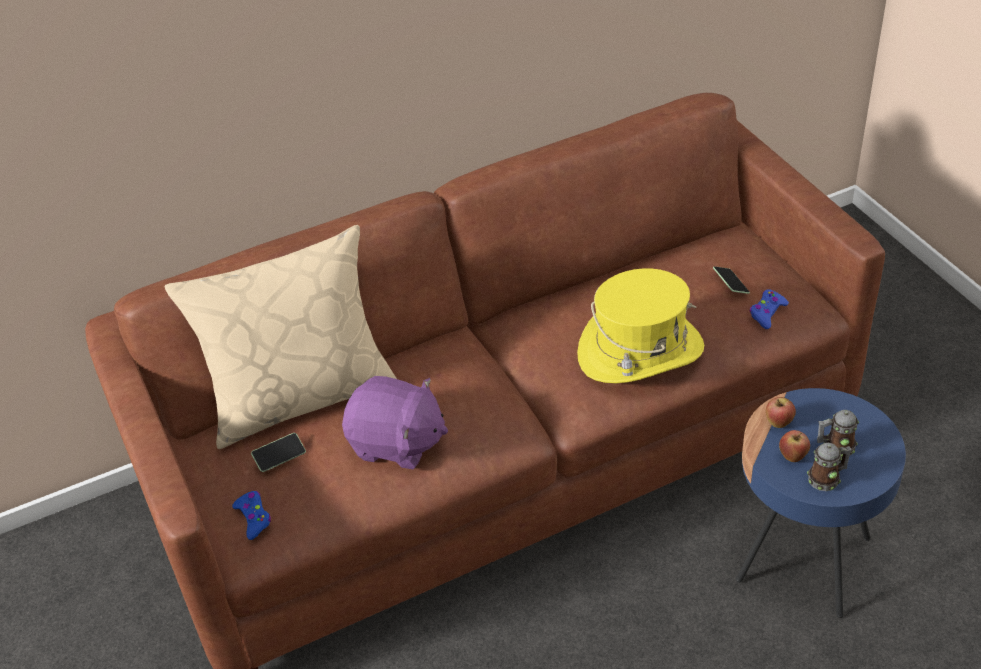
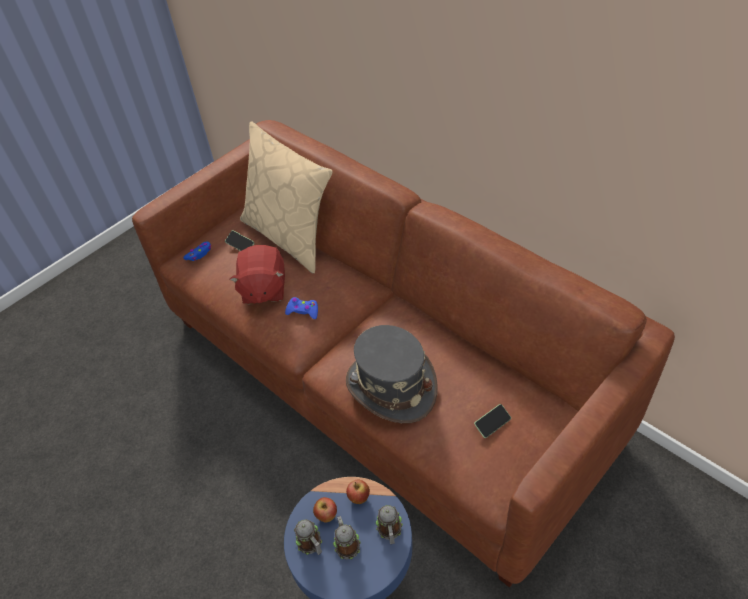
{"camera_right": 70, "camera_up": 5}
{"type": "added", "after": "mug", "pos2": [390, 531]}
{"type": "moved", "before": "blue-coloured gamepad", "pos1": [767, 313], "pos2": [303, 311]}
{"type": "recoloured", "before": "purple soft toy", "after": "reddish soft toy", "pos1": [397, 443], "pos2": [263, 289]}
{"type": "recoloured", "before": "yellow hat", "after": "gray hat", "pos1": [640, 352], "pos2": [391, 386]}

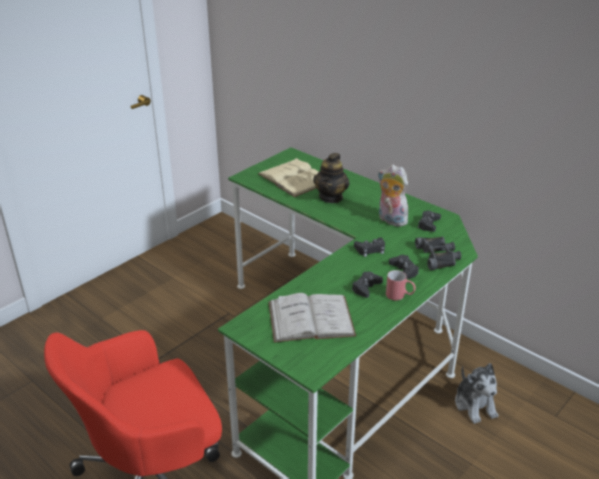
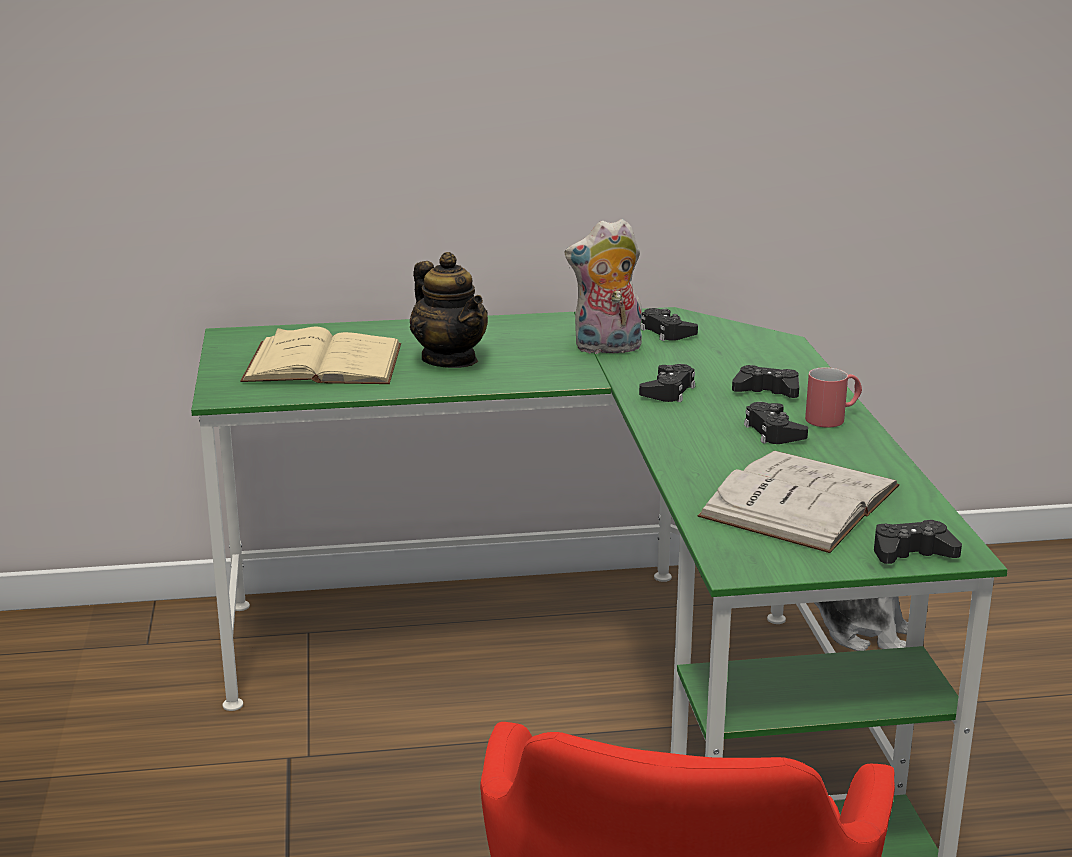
{"camera_right": -50, "camera_up": -10}
{"type": "removed", "before": "blackish binoculars", "pos1": [438, 256]}
{"type": "added", "after": "blackish gamepad", "pos2": [912, 553]}

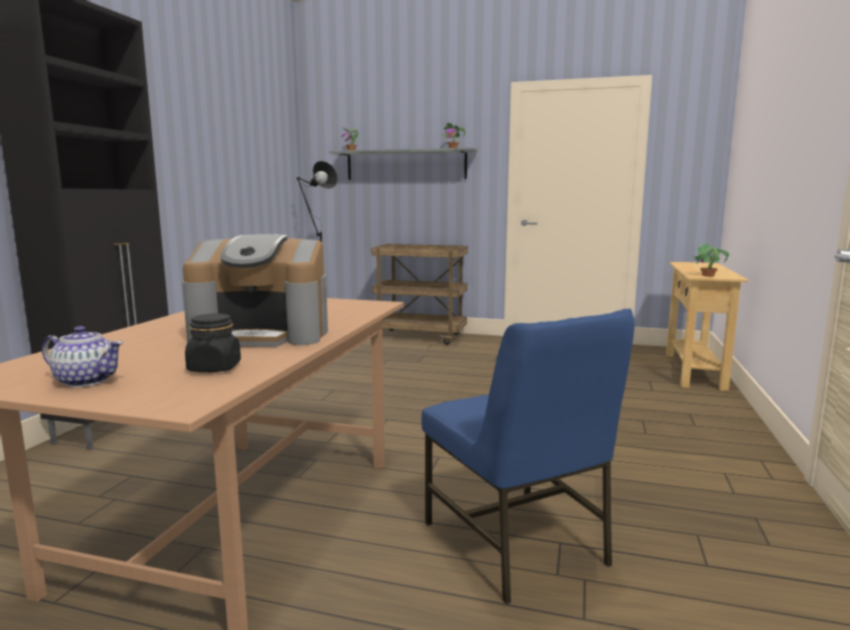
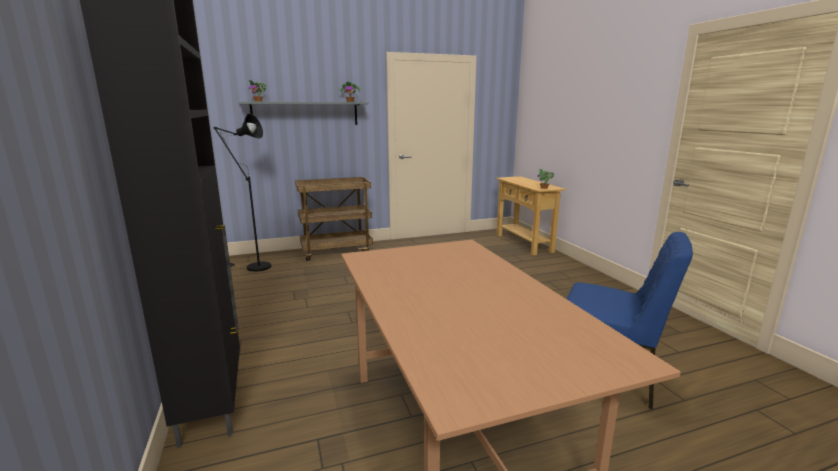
{"camera_right": -35, "camera_up": 5}
{"type": "removed", "before": "pot for tea", "pos1": [86, 380]}
{"type": "removed", "before": "coffee maker", "pos1": [263, 334]}
{"type": "removed", "before": "blackish preserve jar", "pos1": [214, 368]}

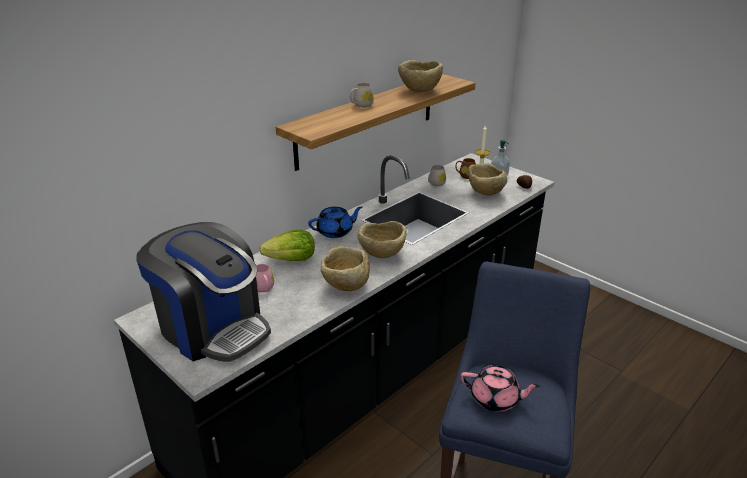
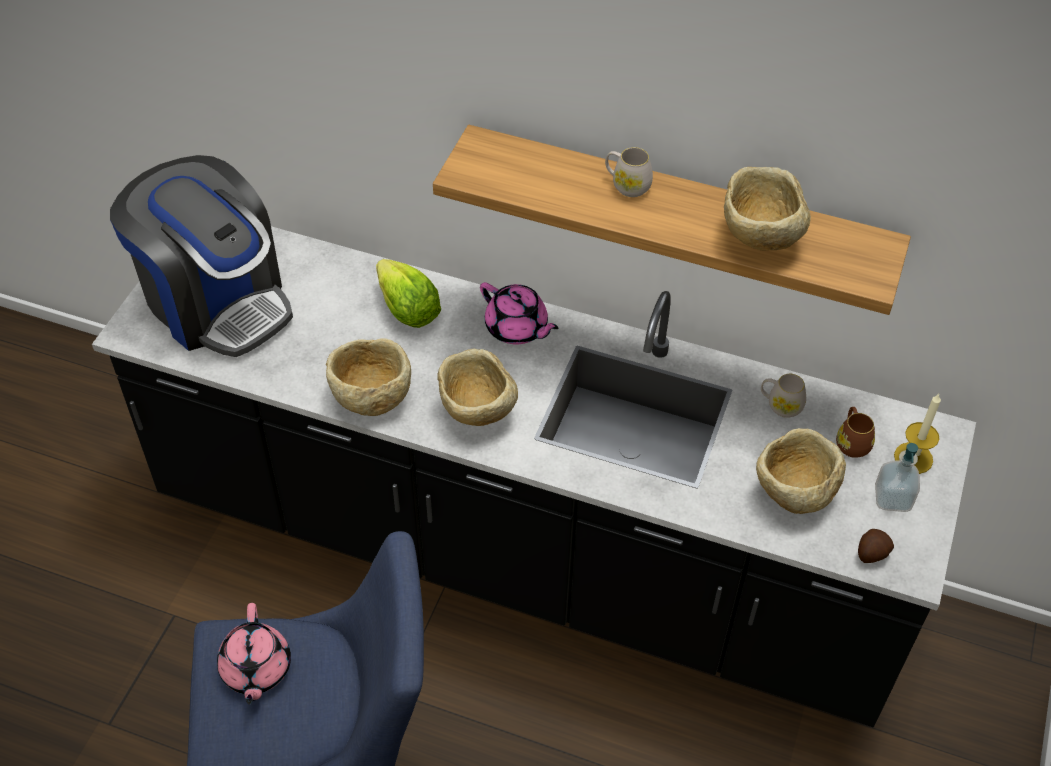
{"camera_right": 65, "camera_up": 20}
{"type": "removed", "before": "pink-coloured mug", "pos1": [264, 289]}
{"type": "recoloured", "before": "blue-coloured pot for tea", "after": "pink-coloured pot for tea", "pos1": [335, 232], "pos2": [517, 328]}
{"type": "turned", "before": "coffee maker", "pos1": [213, 328], "pos2": [216, 301], "turn": -60}

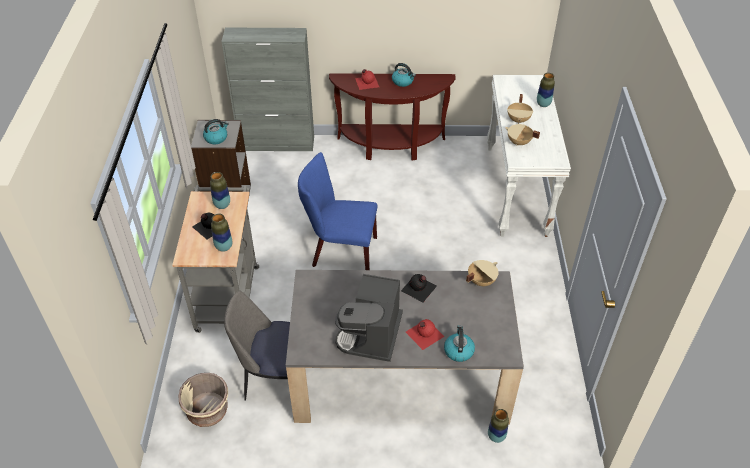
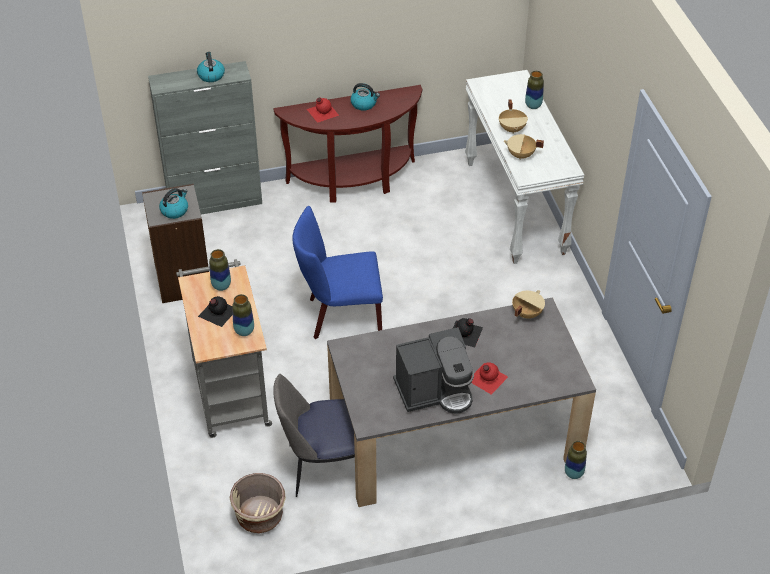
{"camera_right": -15, "camera_up": 0}
{"type": "moved", "before": "kettle", "pos1": [458, 350], "pos2": [211, 75]}
{"type": "turned", "before": "coffee maker", "pos1": [372, 336], "pos2": [435, 391], "turn": -105}

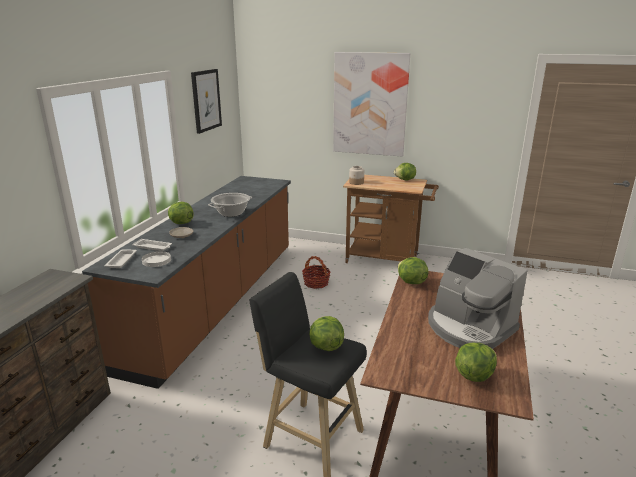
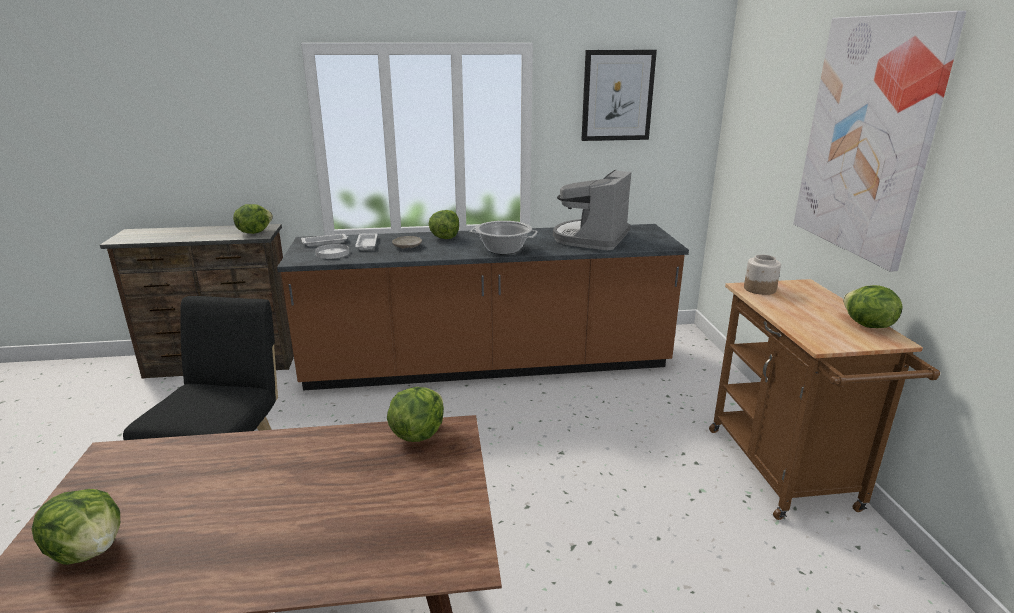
{"camera_right": 65, "camera_up": 0}
{"type": "removed", "before": "basket", "pos1": [316, 283]}
{"type": "moved", "before": "head of lettuce", "pos1": [325, 346], "pos2": [254, 232]}
{"type": "moved", "before": "coffee maker", "pos1": [469, 328], "pos2": [591, 238]}

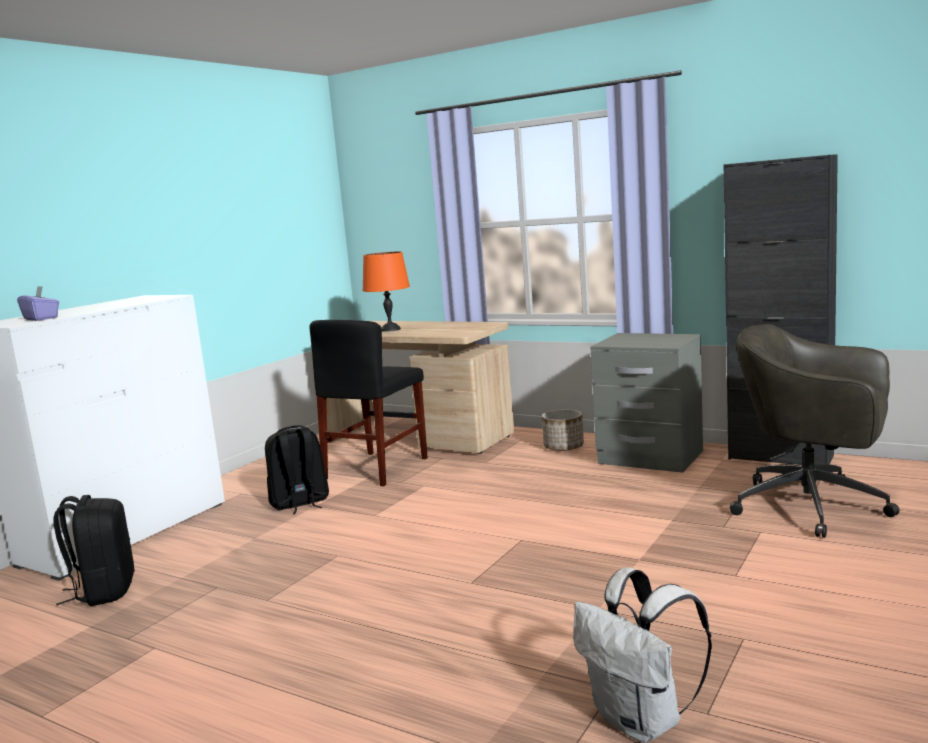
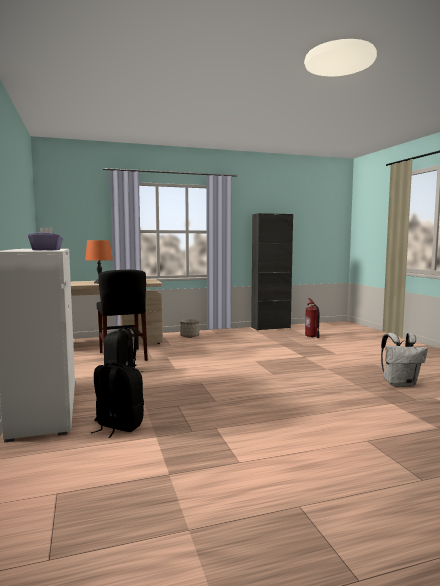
{"camera_right": -50, "camera_up": -5}
{"type": "removed", "before": "gray night table", "pos1": [650, 458]}
{"type": "replaced", "before": "gray office chair", "after": "extinguisher", "pos1": [814, 507], "pos2": [311, 336]}

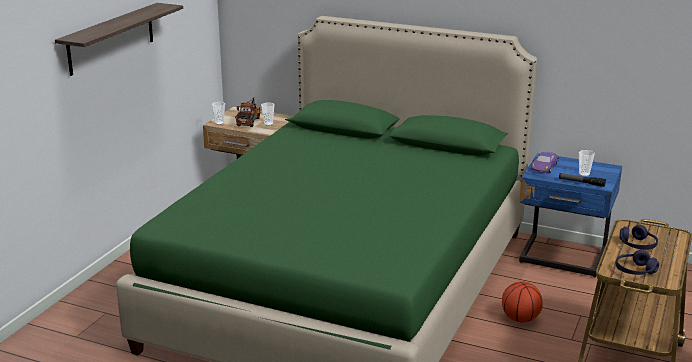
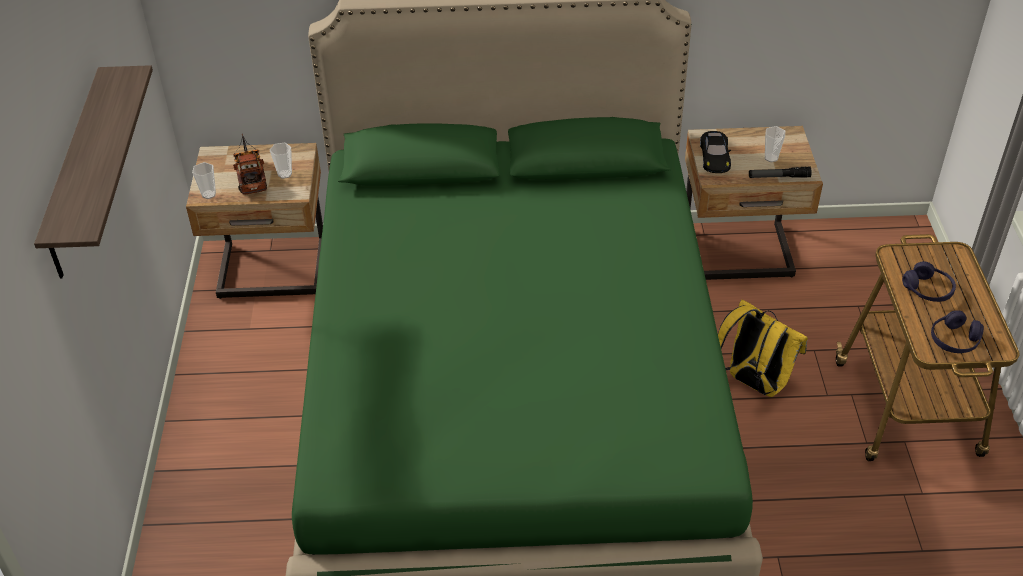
{"camera_right": -25, "camera_up": 20}
{"type": "replaced", "before": "ball for basketball", "after": "yellow backpack", "pos1": [520, 319], "pos2": [753, 382]}
{"type": "recoloured", "before": "blue-coloured night table", "after": "beige night table", "pos1": [563, 258], "pos2": [738, 255]}
{"type": "recoloured", "before": "purple toy car", "after": "blackish toy car", "pos1": [544, 166], "pos2": [714, 156]}

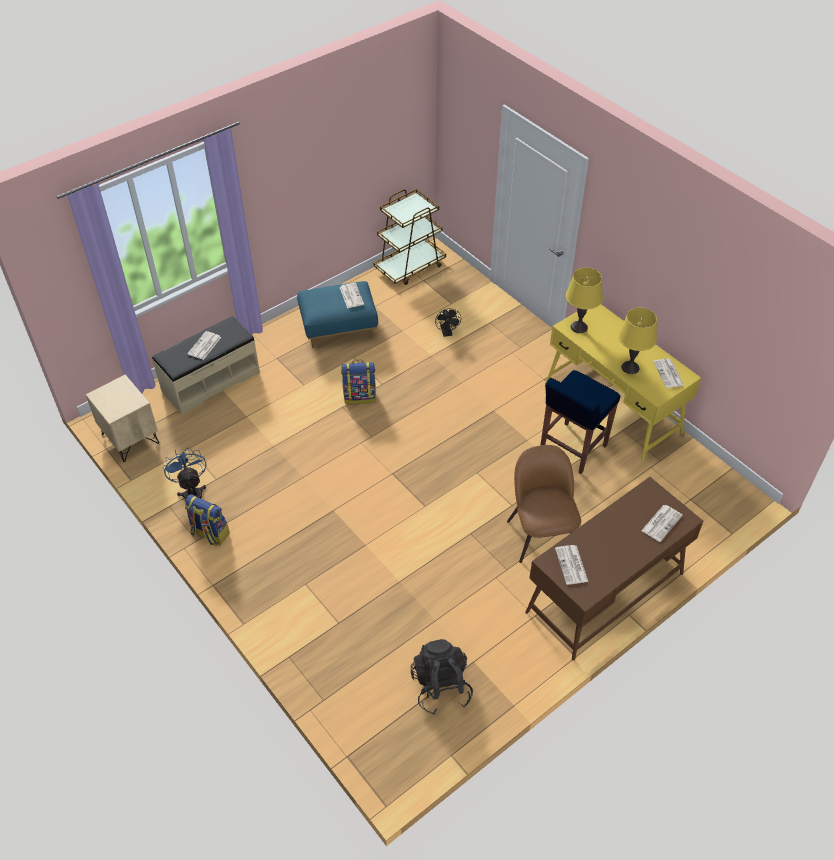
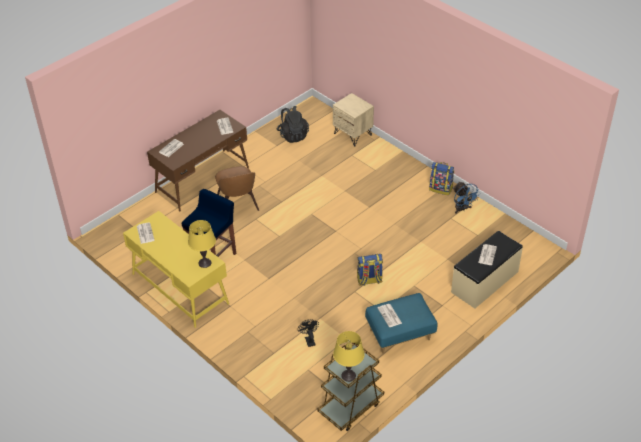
{"camera_right": 175, "camera_up": -5}
{"type": "moved", "before": "beige night table", "pos1": [130, 439], "pos2": [353, 134]}
{"type": "moved", "before": "yellow table lamp", "pos1": [630, 367], "pos2": [348, 375]}

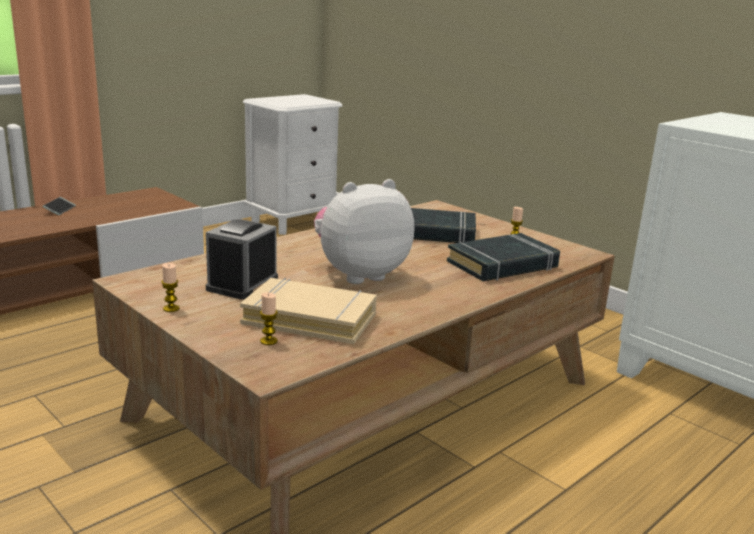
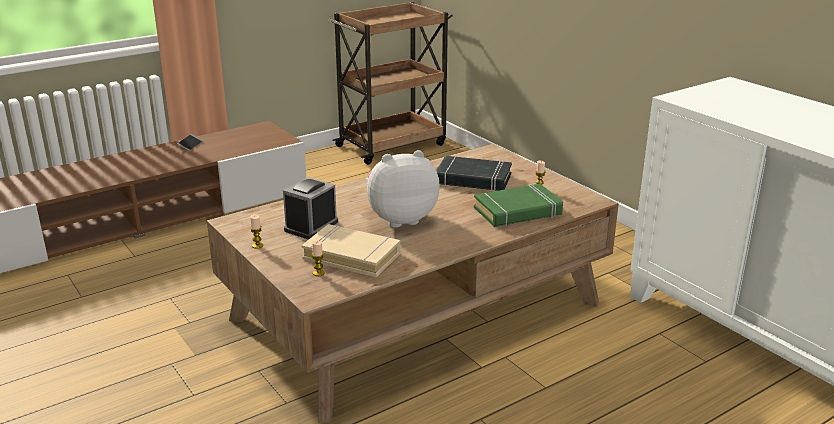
{"camera_right": 10, "camera_up": 5}
{"type": "replaced", "before": "white-coloured night table", "after": "brownish cart", "pos1": [293, 221], "pos2": [392, 145]}
{"type": "recoloured", "before": "blackish bound book", "after": "green-coloured bound book", "pos1": [503, 265], "pos2": [518, 211]}

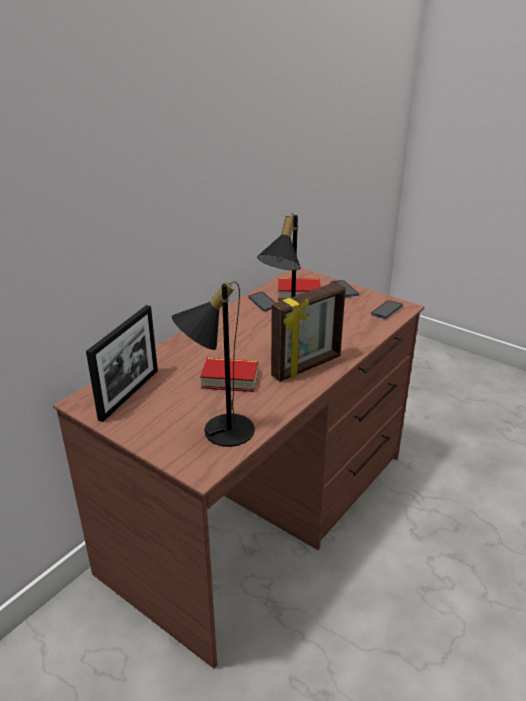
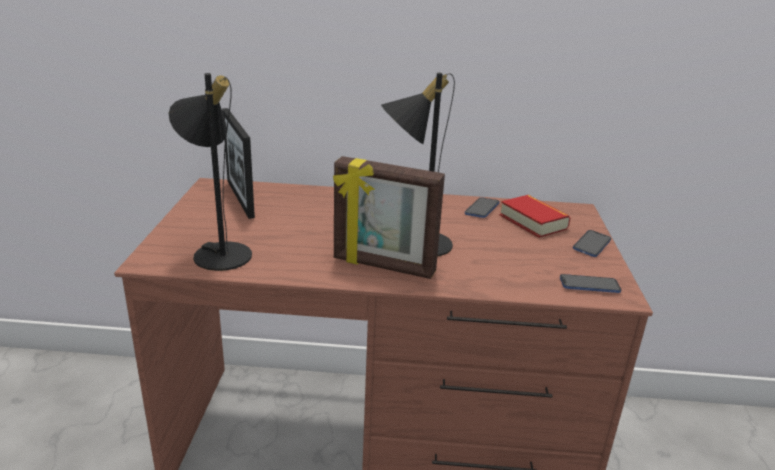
{"camera_right": 55, "camera_up": -5}
{"type": "removed", "before": "bound book", "pos1": [230, 379]}
{"type": "turned", "before": "picture frame", "pos1": [129, 394], "pos2": [240, 198], "turn": 75}

